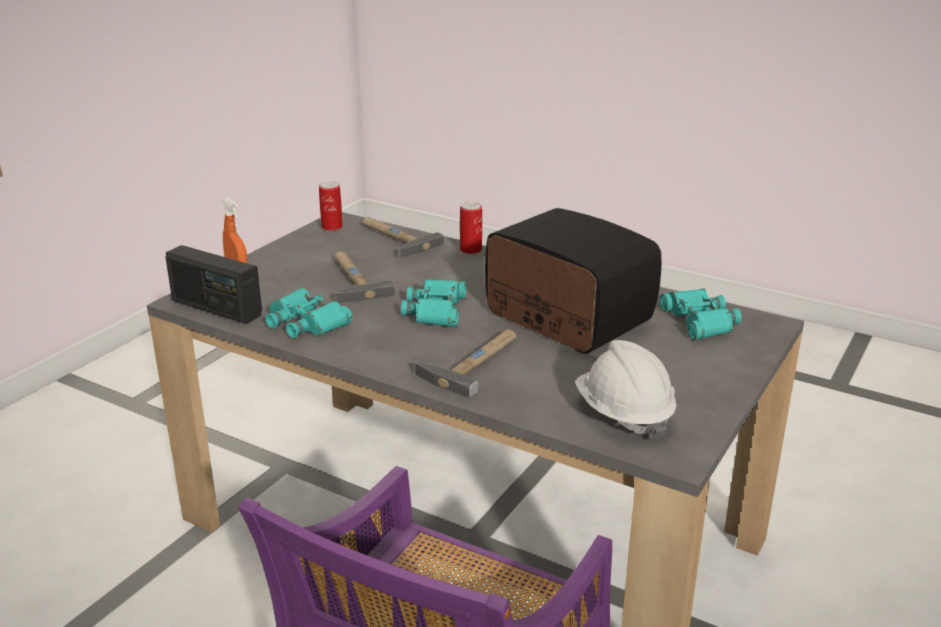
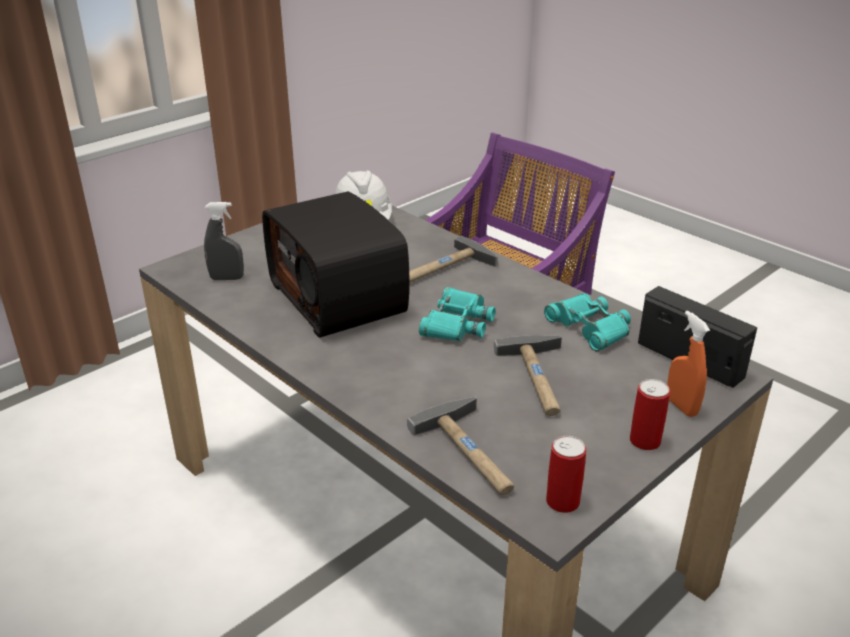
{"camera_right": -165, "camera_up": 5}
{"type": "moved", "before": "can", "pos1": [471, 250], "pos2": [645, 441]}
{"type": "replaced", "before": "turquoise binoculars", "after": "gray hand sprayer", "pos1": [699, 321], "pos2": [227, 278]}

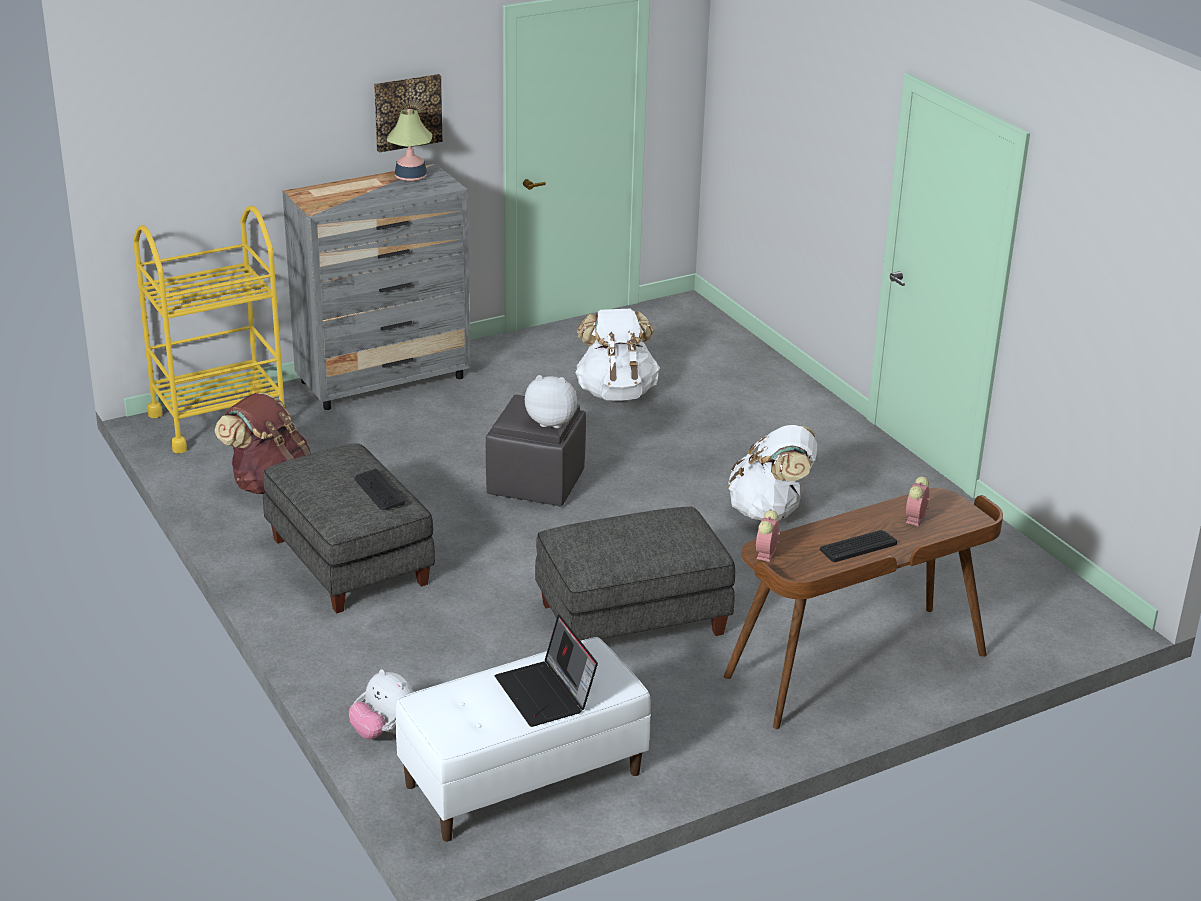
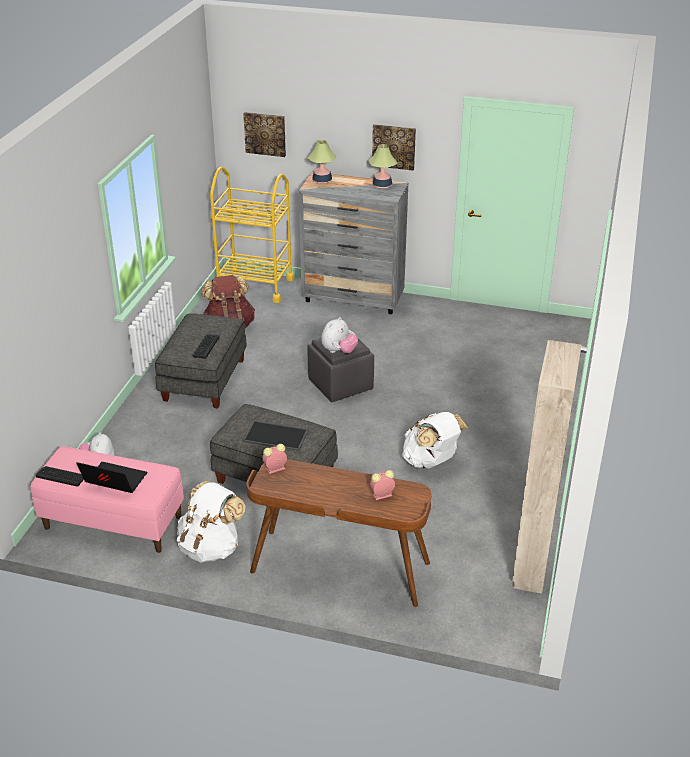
{"camera_right": 45, "camera_up": 5}
{"type": "added", "after": "picture", "pos2": [265, 133]}
{"type": "added", "after": "carrying tray", "pos2": [276, 435]}
{"type": "added", "after": "table lamp", "pos2": [322, 181]}
{"type": "added", "after": "beige wardrobe", "pos2": [530, 566]}
{"type": "moved", "before": "white-coloured backpack", "pos1": [616, 392], "pos2": [211, 547]}
{"type": "moved", "before": "keyboard", "pos1": [857, 546], "pos2": [61, 476]}
{"type": "recoloured", "before": "white-coloured bench", "after": "pink-coloured bench", "pos1": [523, 780], "pos2": [112, 522]}
{"type": "turned", "before": "portable computer", "pos1": [546, 694], "pos2": [113, 481], "turn": 90}
{"type": "turned", "before": "soft toy", "pos1": [552, 421], "pos2": [339, 351], "turn": 75}

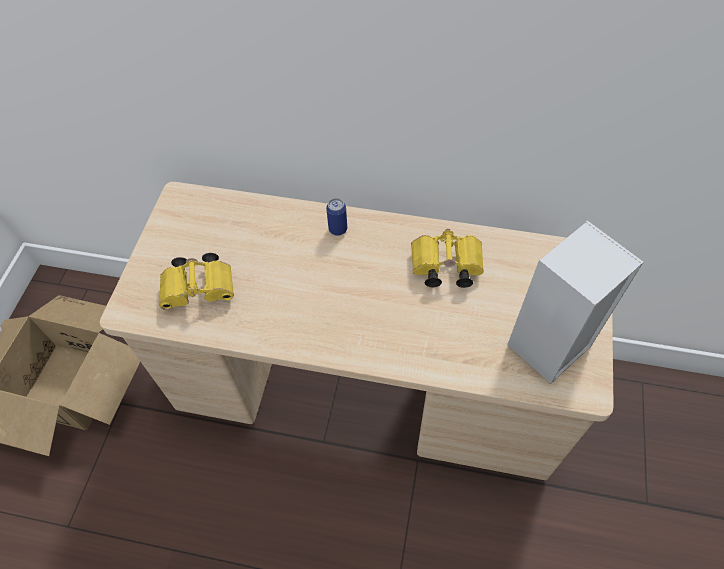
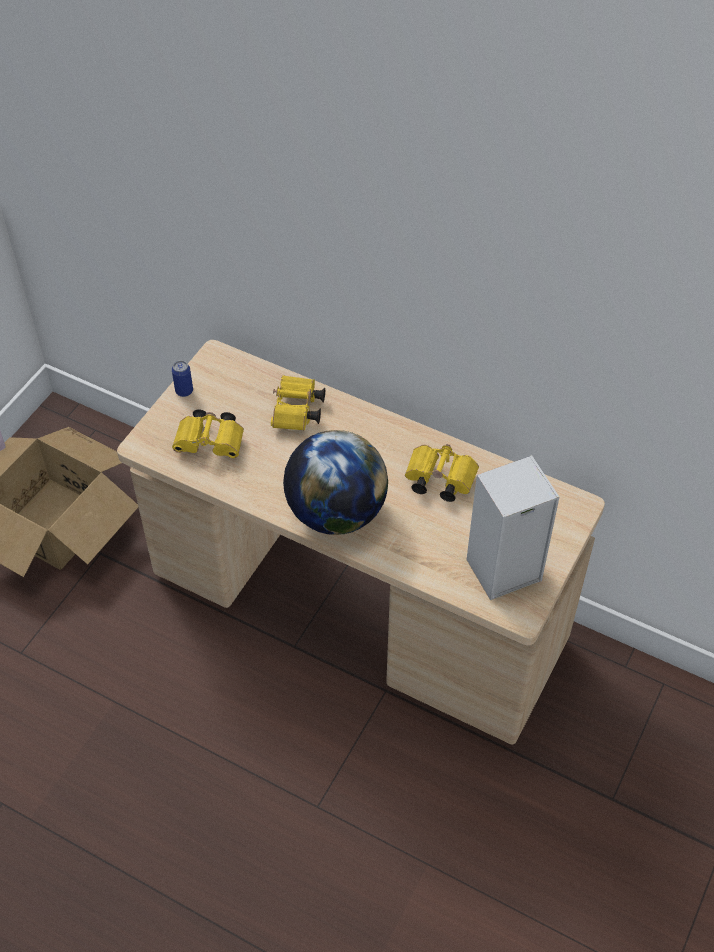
{"camera_right": 15, "camera_up": -5}
{"type": "added", "after": "yellow binoculars", "pos2": [297, 412]}
{"type": "added", "after": "globe", "pos2": [336, 512]}
{"type": "moved", "before": "can", "pos1": [338, 229], "pos2": [184, 391]}

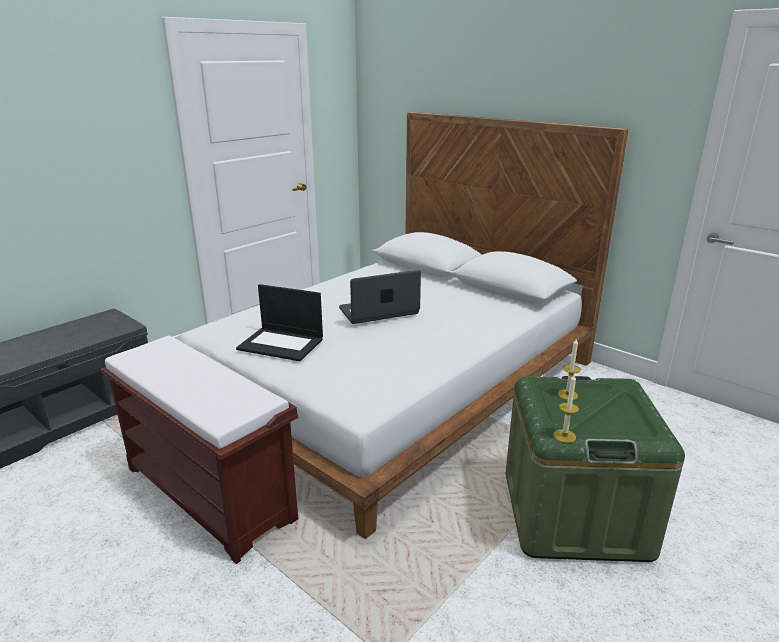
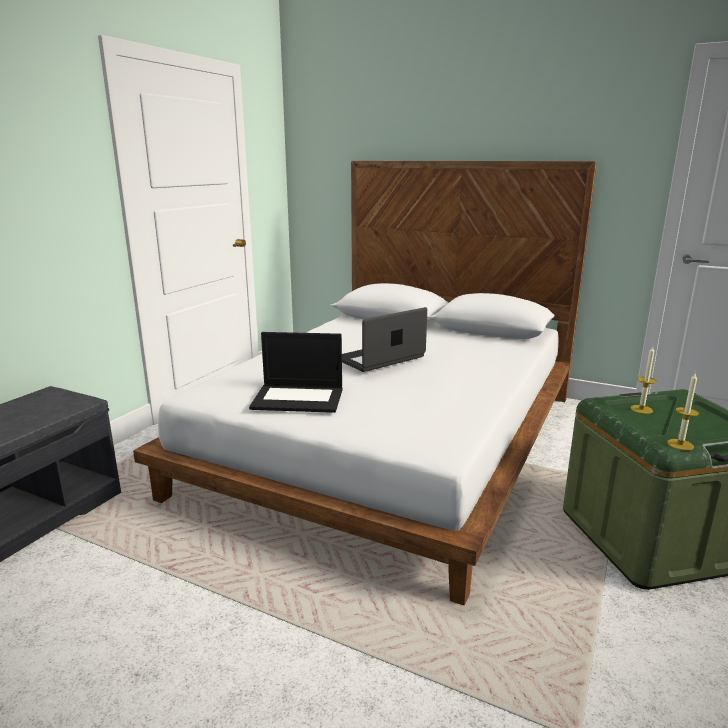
{"camera_right": -15, "camera_up": -5}
{"type": "removed", "before": "brownish bench", "pos1": [211, 493]}

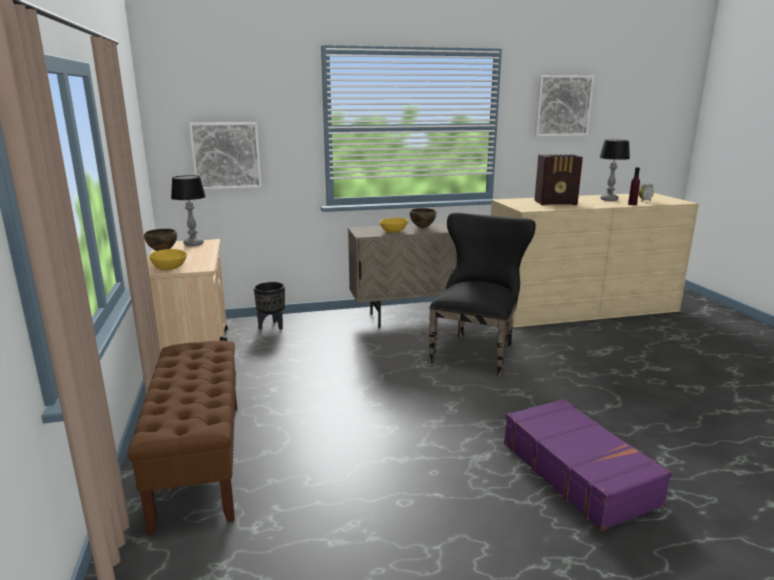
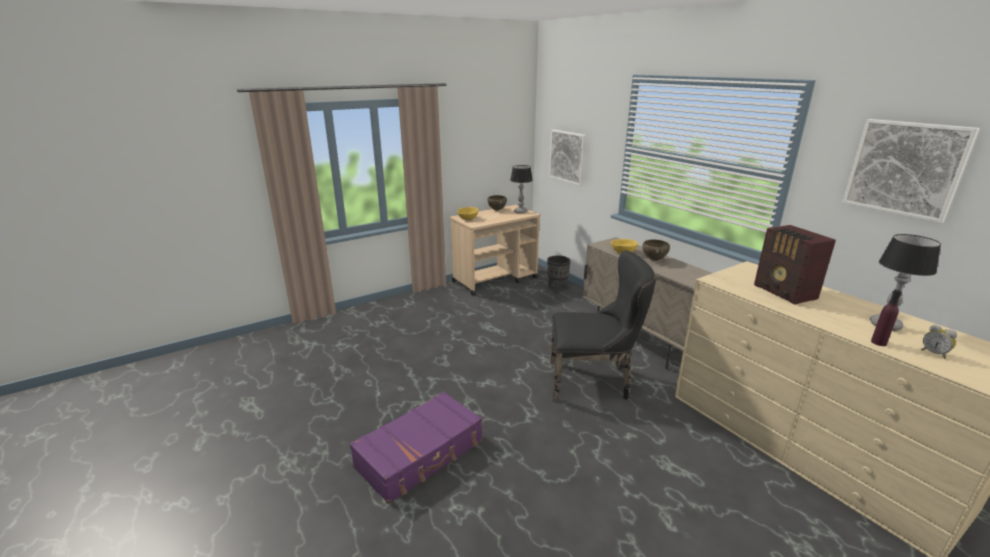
{"camera_right": 70, "camera_up": 5}
{"type": "removed", "before": "brownish bench", "pos1": [199, 460]}

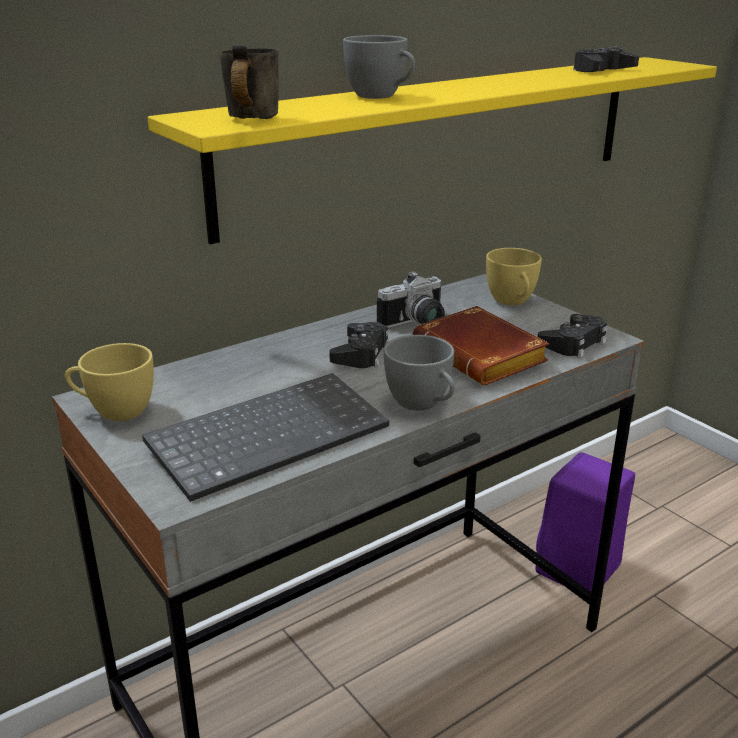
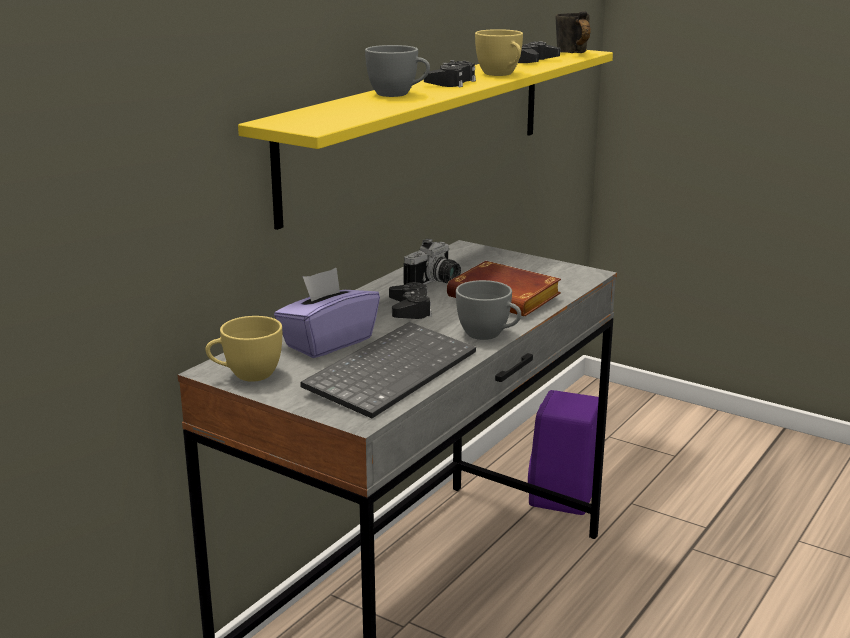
{"camera_right": -20, "camera_up": -5}
{"type": "added", "after": "purple tissue holder", "pos2": [328, 342]}
{"type": "moved", "before": "gray mug", "pos1": [245, 121], "pos2": [570, 54]}
{"type": "moved", "before": "yellow drinking cup", "pos1": [512, 302], "pos2": [501, 74]}
{"type": "moved", "before": "blackish gamepad", "pos1": [573, 343], "pos2": [451, 82]}

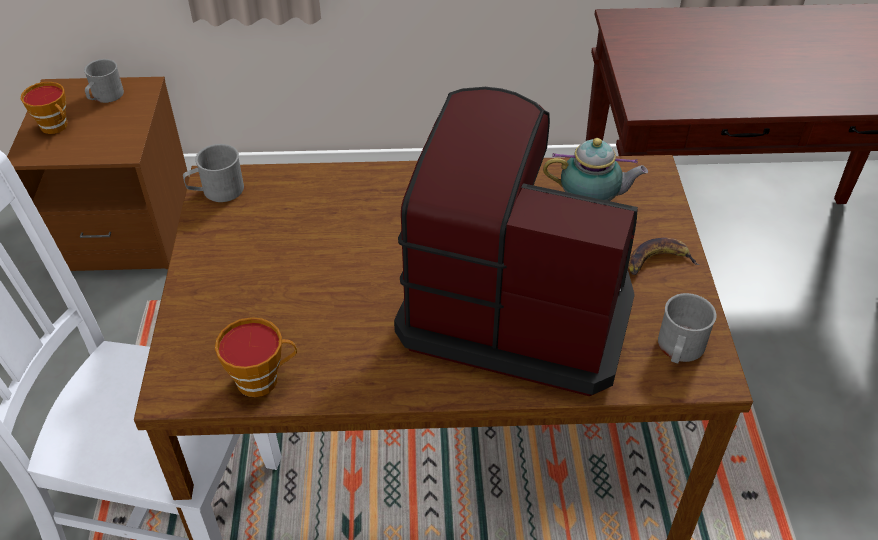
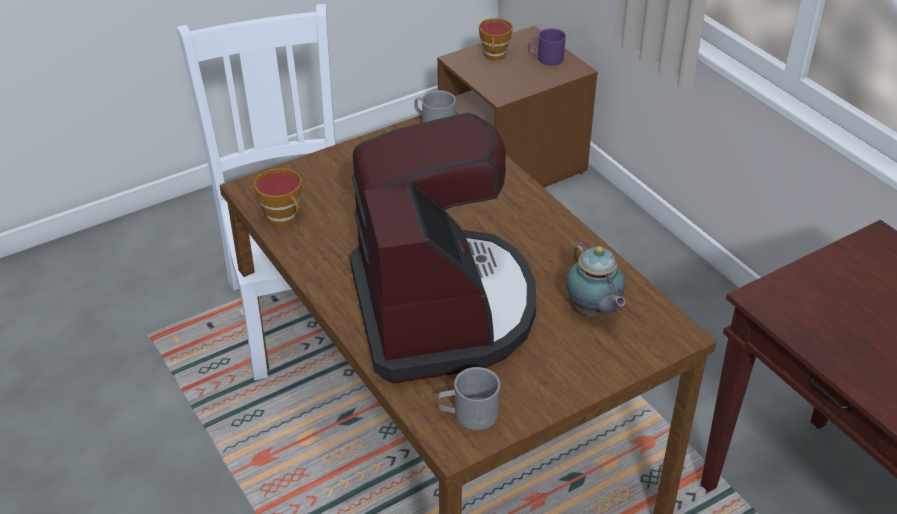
{"camera_right": 60, "camera_up": -5}
{"type": "removed", "before": "banana fruit", "pos1": [657, 261]}
{"type": "recoloured", "before": "gray mug", "after": "purple mug", "pos1": [105, 97], "pos2": [546, 59]}

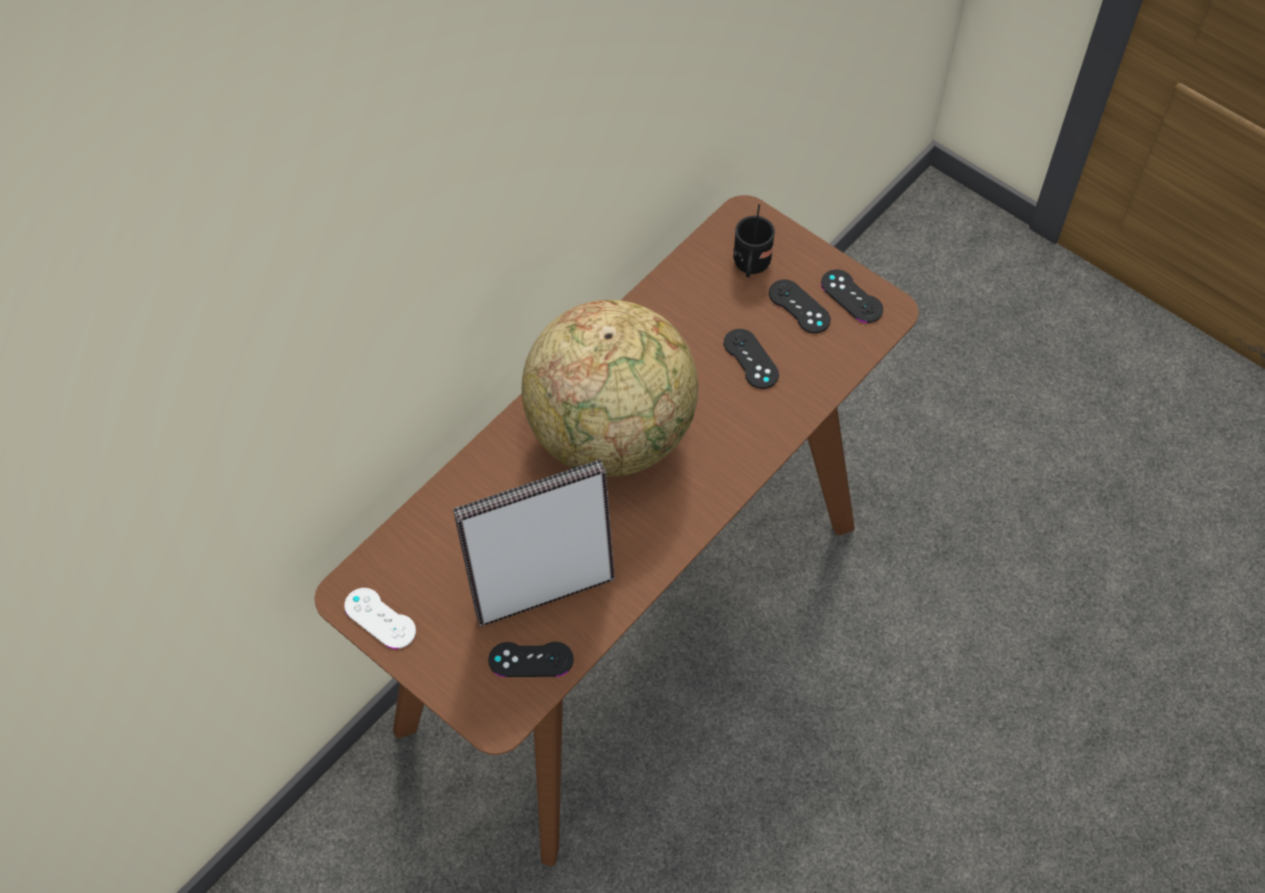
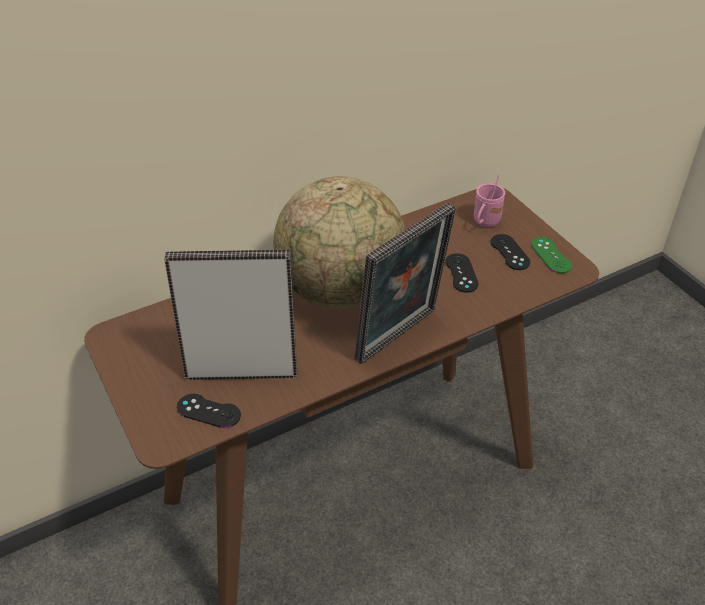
{"camera_right": 20, "camera_up": -15}
{"type": "removed", "before": "white-coloured gamepad", "pos1": [380, 618]}
{"type": "added", "after": "picture frame", "pos2": [400, 338]}
{"type": "recoloured", "before": "blackish mug", "after": "pink-coloured mug", "pos1": [750, 267], "pos2": [484, 223]}
{"type": "recoloured", "before": "blackish gamepad", "after": "green-coloured gamepad", "pos1": [851, 296], "pos2": [551, 255]}

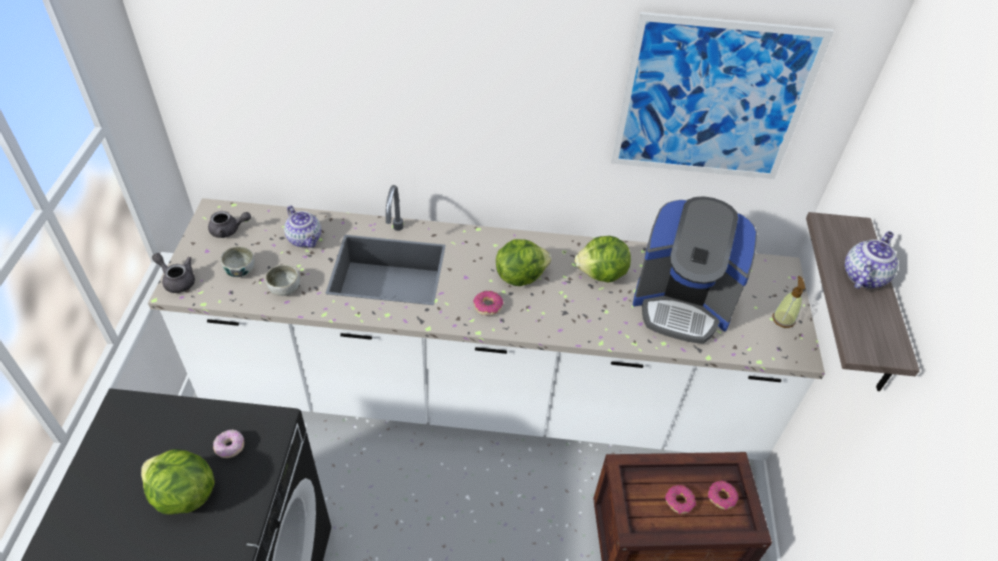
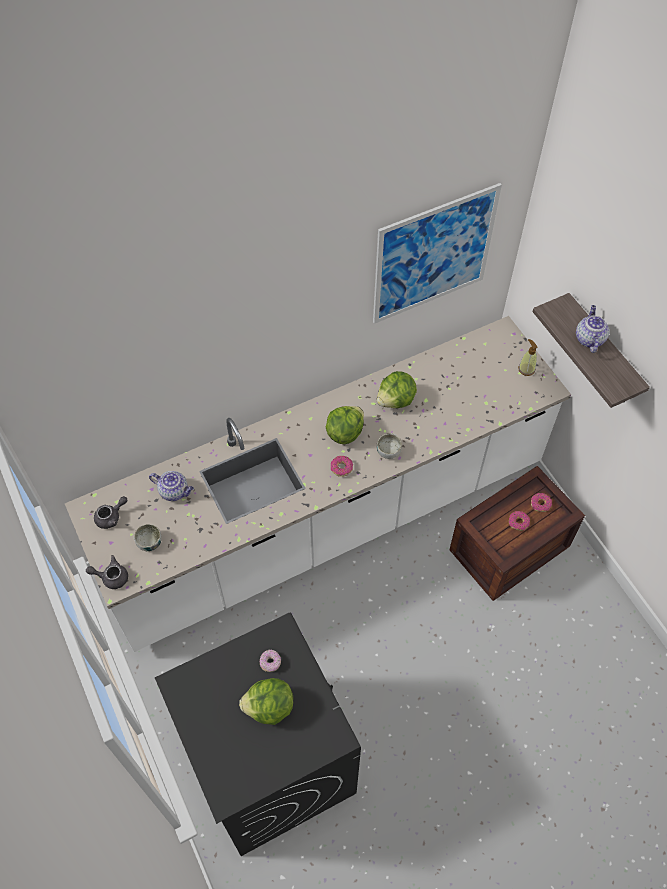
{"camera_right": -30, "camera_up": 10}
{"type": "removed", "before": "coffee maker", "pos1": [682, 303]}
{"type": "moved", "before": "bowl", "pos1": [284, 288], "pos2": [388, 451]}

